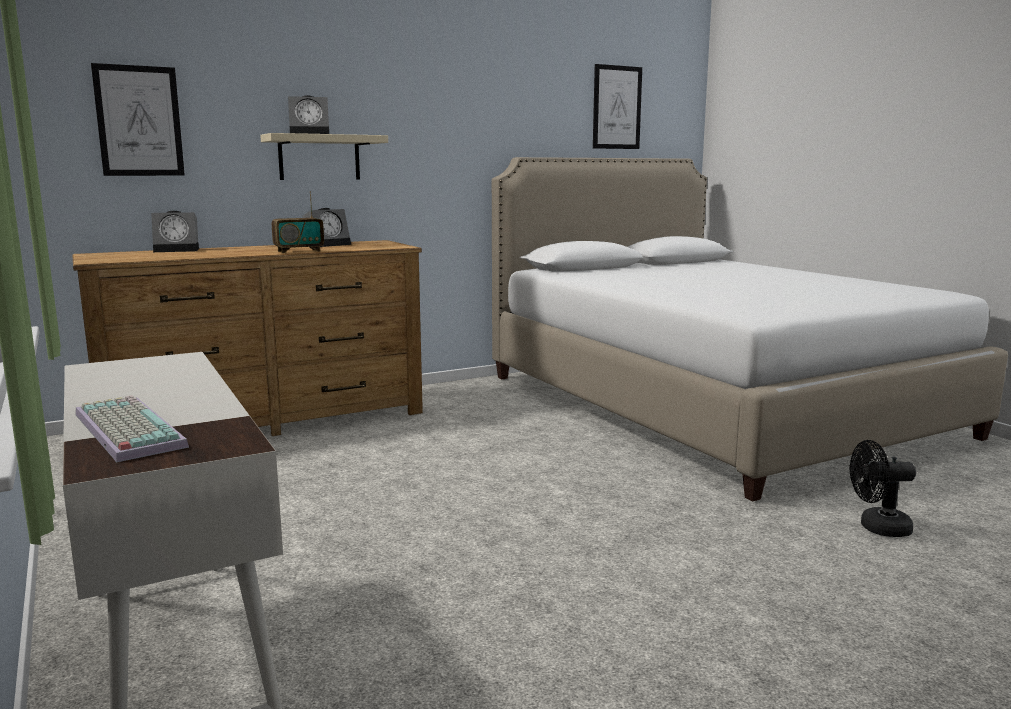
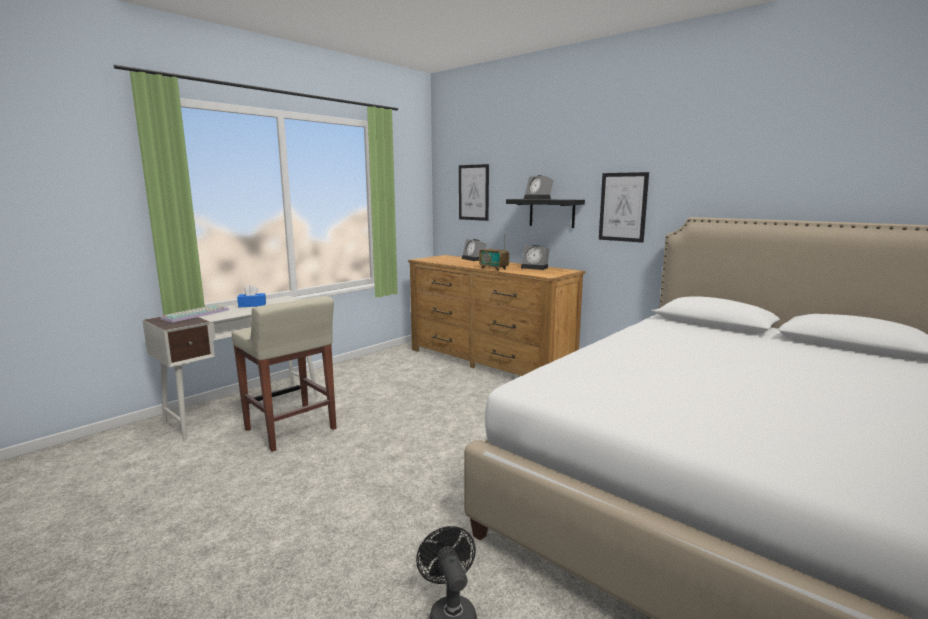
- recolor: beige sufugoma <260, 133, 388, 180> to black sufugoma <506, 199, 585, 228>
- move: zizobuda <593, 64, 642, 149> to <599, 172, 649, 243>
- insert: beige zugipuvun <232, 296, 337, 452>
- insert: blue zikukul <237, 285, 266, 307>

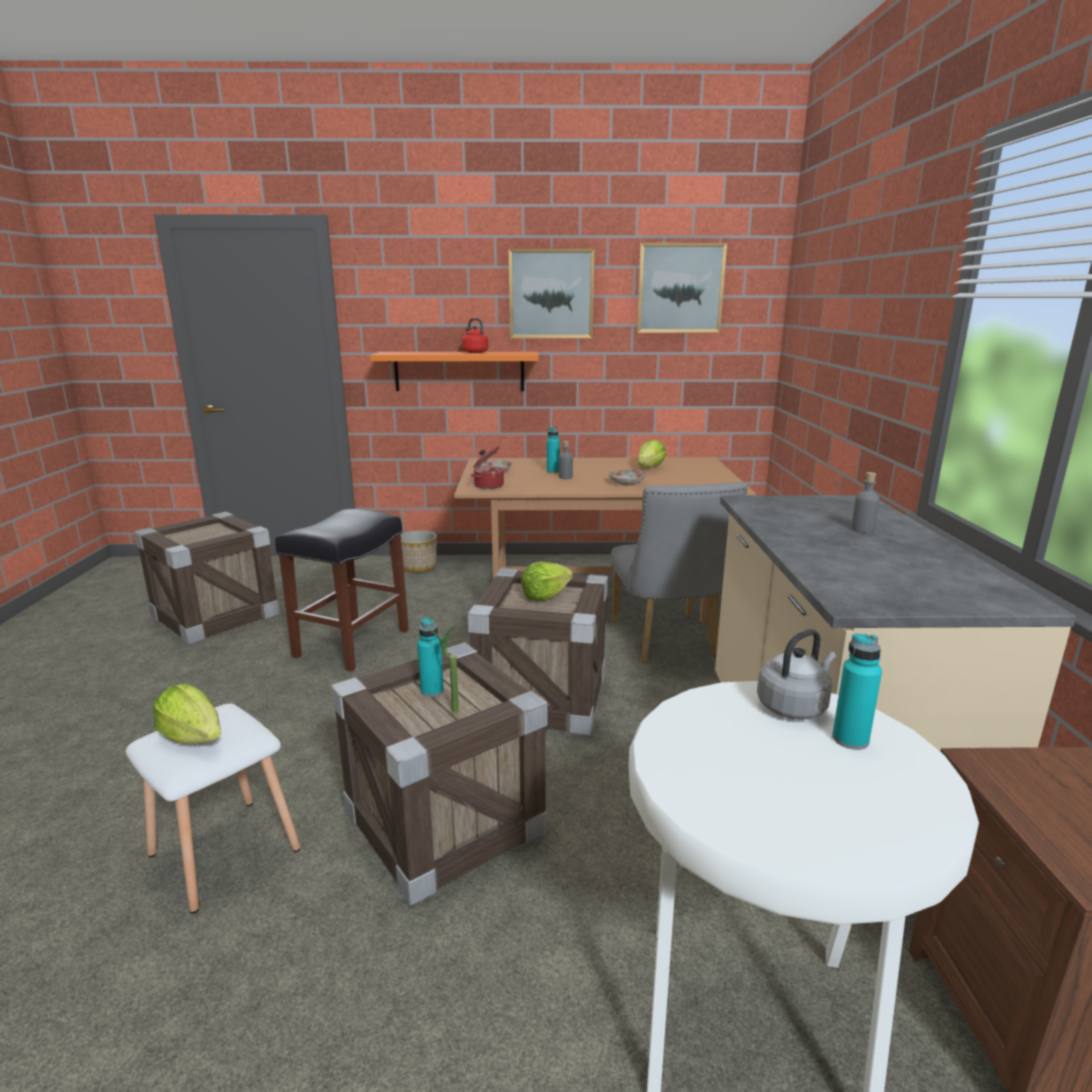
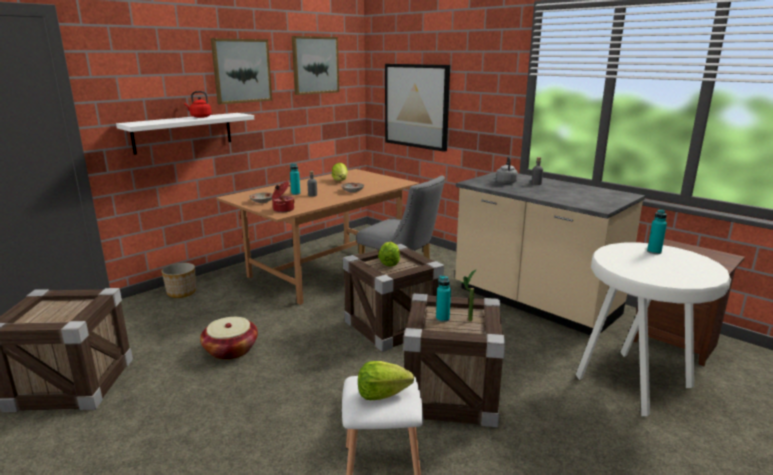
- replace: black zugipuvun <275, 509, 409, 672> to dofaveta <200, 317, 258, 360>
- recolor: orange sufugoma <370, 352, 538, 391> to white sufugoma <116, 113, 254, 155>
- move: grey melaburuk <757, 629, 836, 720> to <496, 156, 518, 184>
- insert: zizobuda <385, 64, 450, 152>

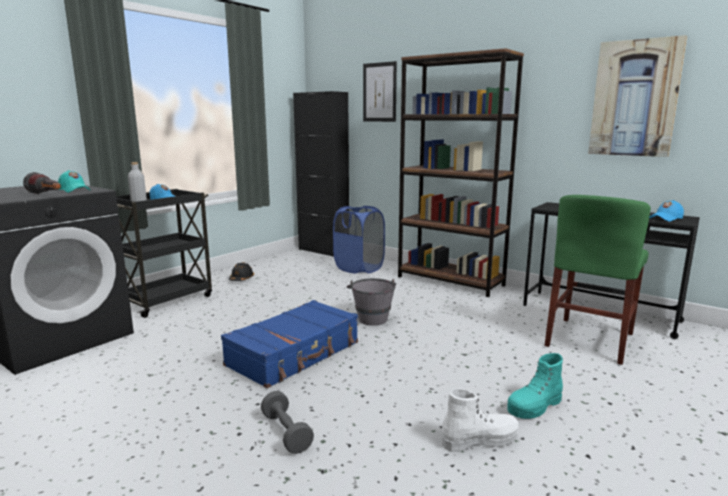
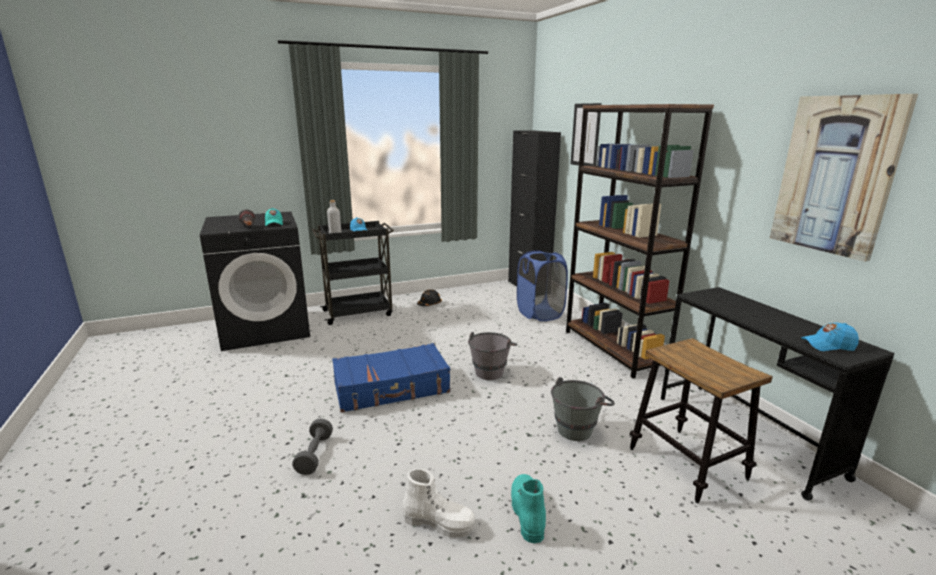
- rotate: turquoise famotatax <507, 353, 563, 419> = <511, 474, 546, 543> 90 degrees clockwise
- replace: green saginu <544, 195, 651, 365> to zugipuvun <630, 338, 773, 503>
- insert: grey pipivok <551, 377, 615, 441>

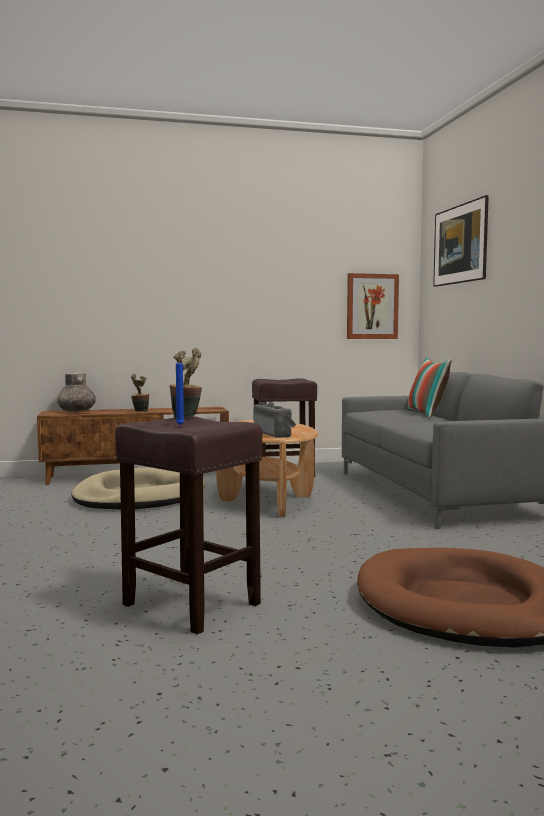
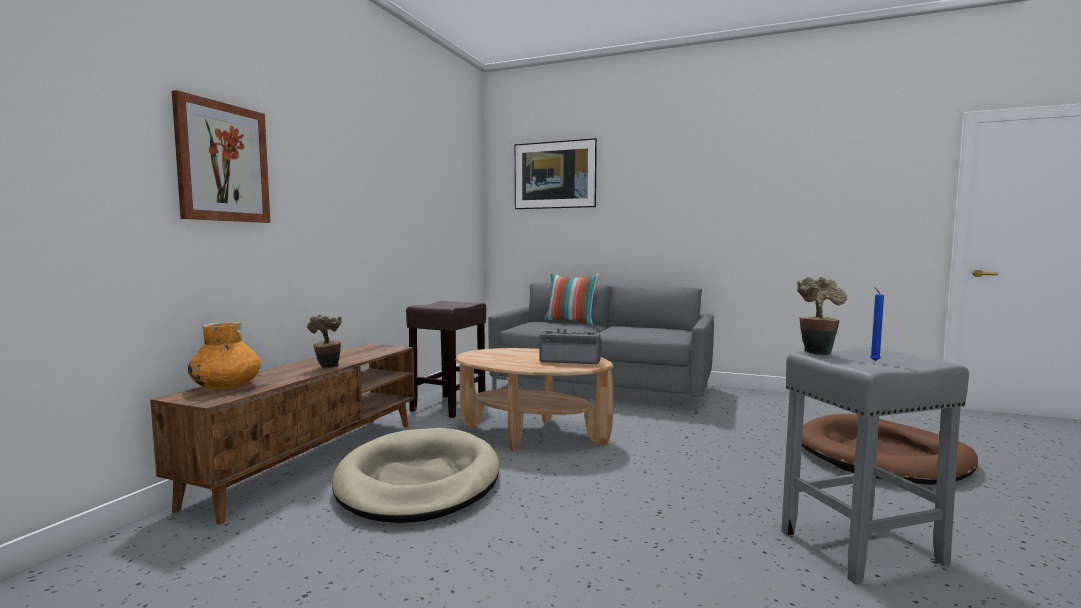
- recolor: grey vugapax <57, 373, 96, 412> to orange vugapax <188, 322, 261, 389>
- recolor: brown zugipuvun <115, 416, 262, 634> to grey zugipuvun <781, 347, 969, 584>
- move: zizobuda <347, 273, 399, 339> to <172, 90, 271, 223>

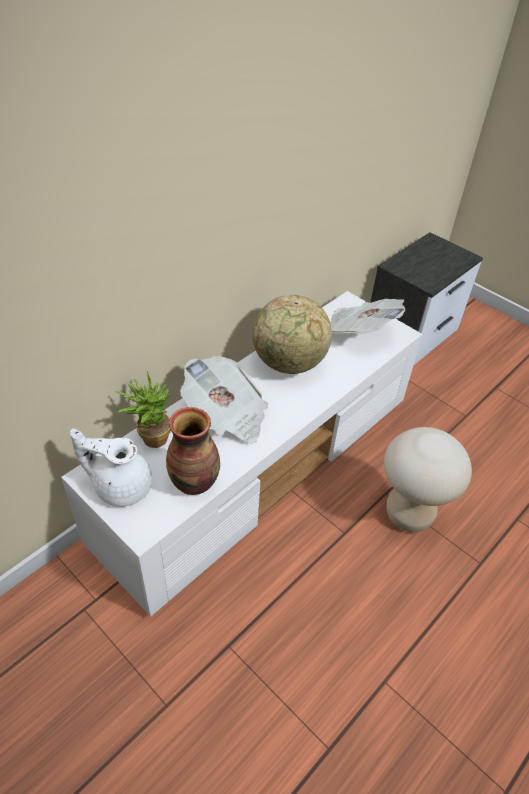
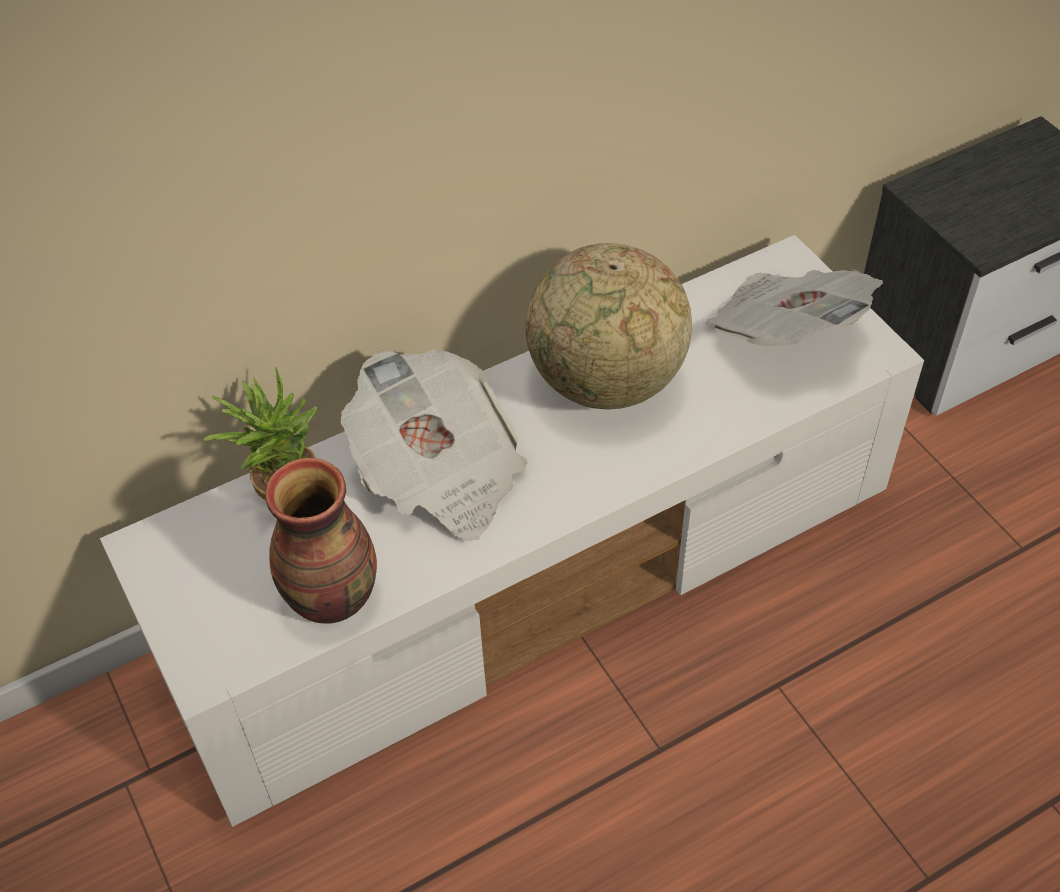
- delete: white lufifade <70, 429, 152, 507>
- delete: beige zugipuvun <384, 427, 472, 532>

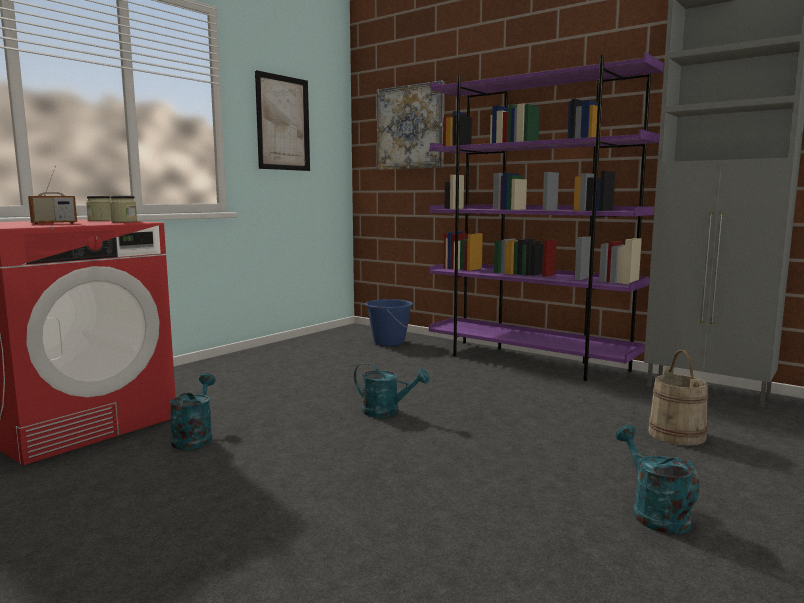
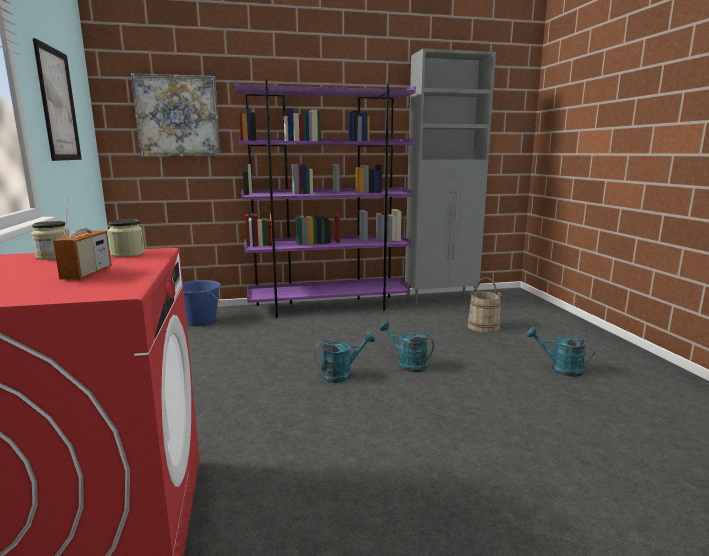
- move: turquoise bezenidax <170, 373, 215, 450> to <379, 321, 434, 372>

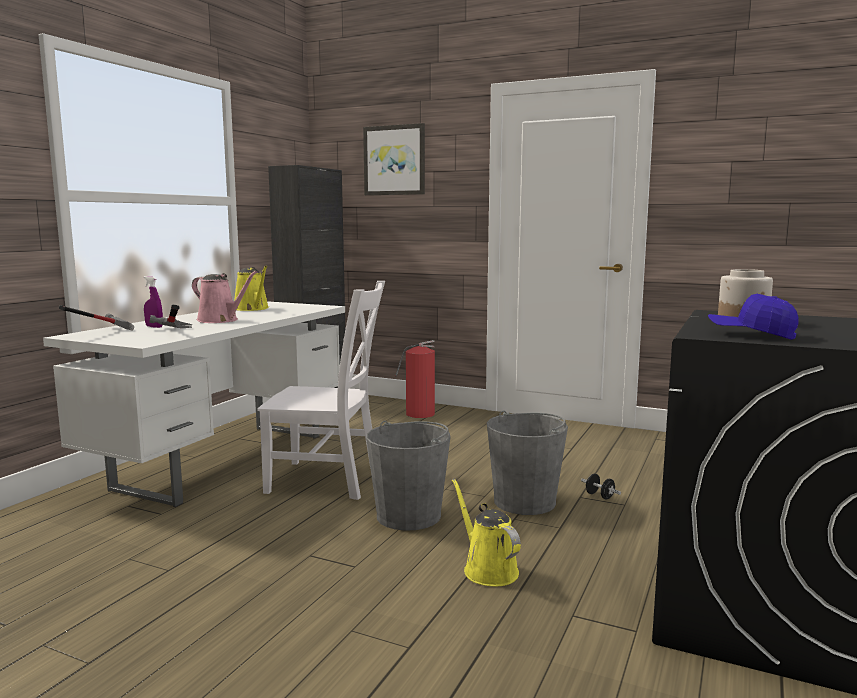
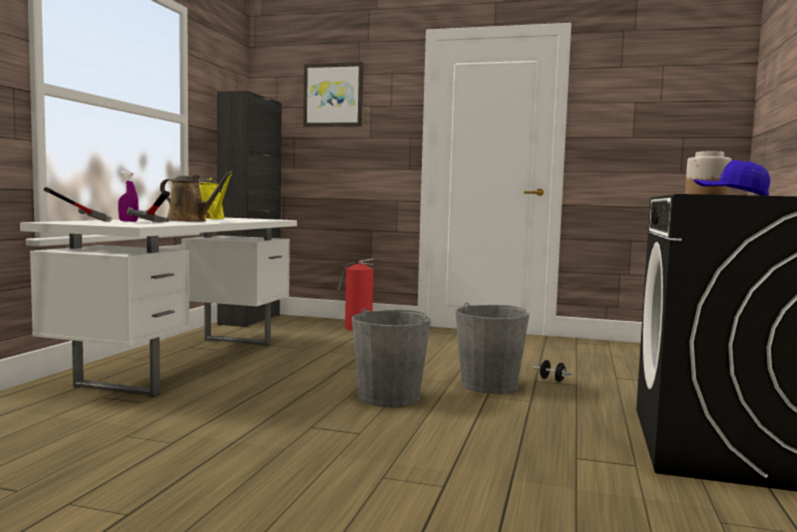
- recolor: pink bezenidax <192, 271, 257, 323> to brown bezenidax <160, 171, 234, 222>
- delete: white saginu <257, 281, 385, 500>
- delete: yellow bezenidax <452, 479, 521, 586>

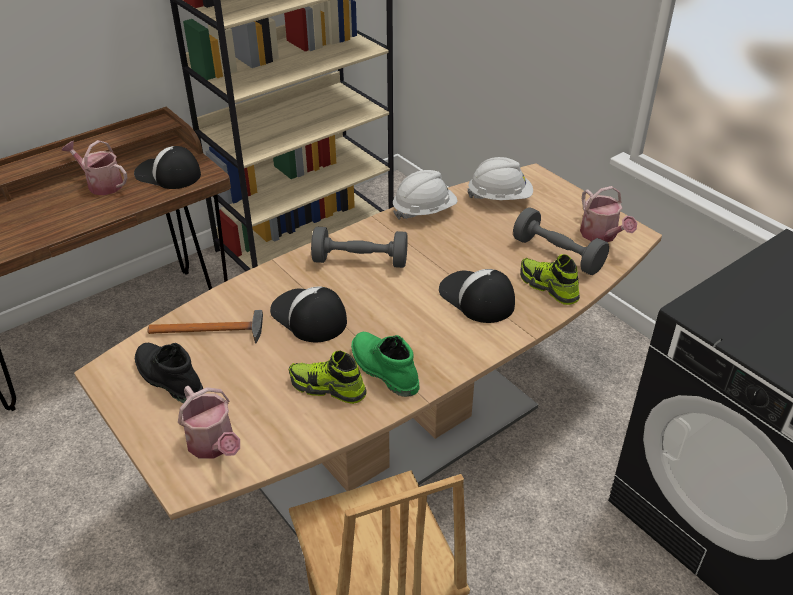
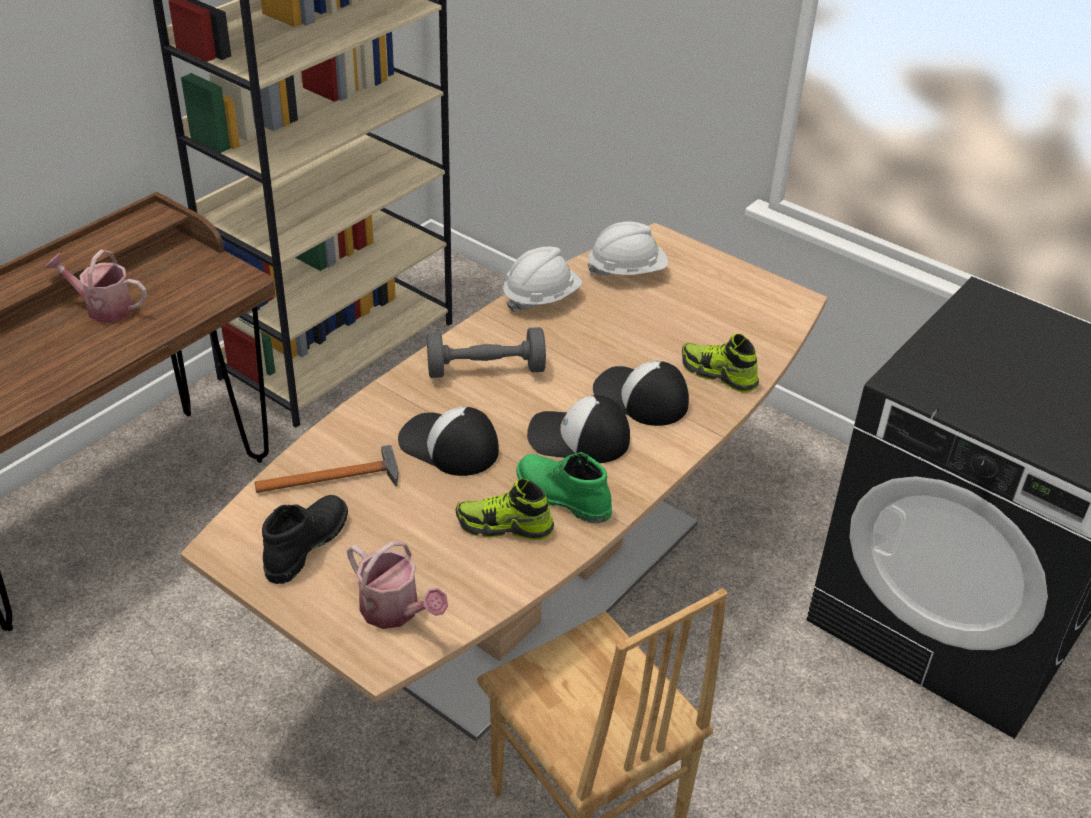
- move: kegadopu <134, 146, 201, 189> to <527, 395, 630, 463>
- rotate: black famotatax <135, 343, 203, 403> = <262, 495, 348, 584> 90 degrees clockwise
- delete: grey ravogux <513, 207, 609, 275>
- delete: bezenidax <580, 186, 637, 242>

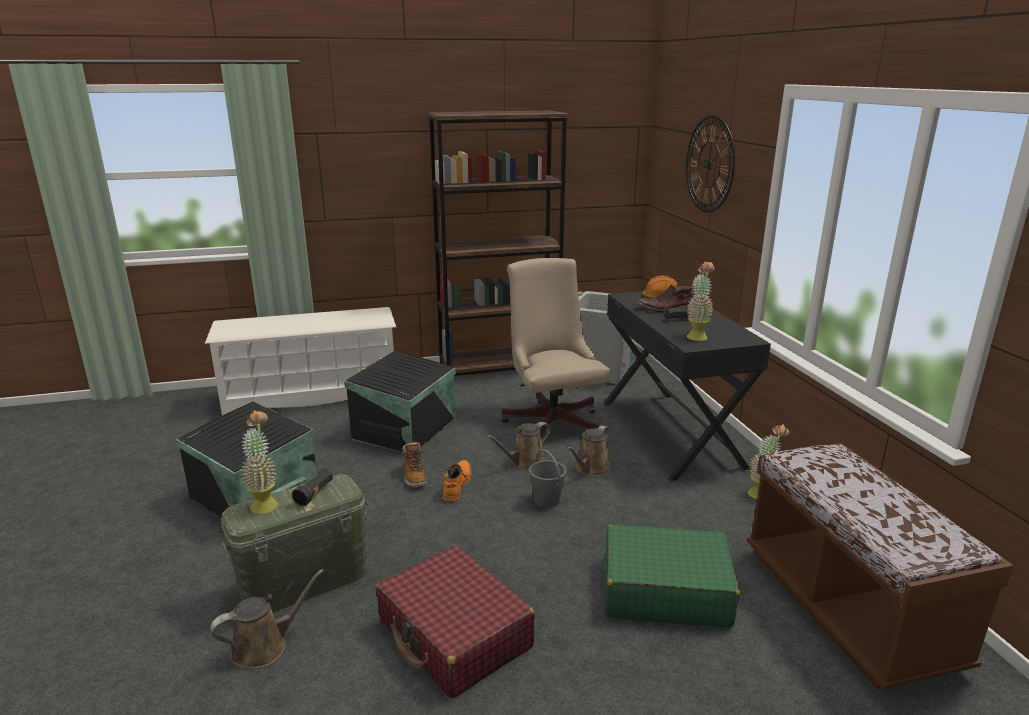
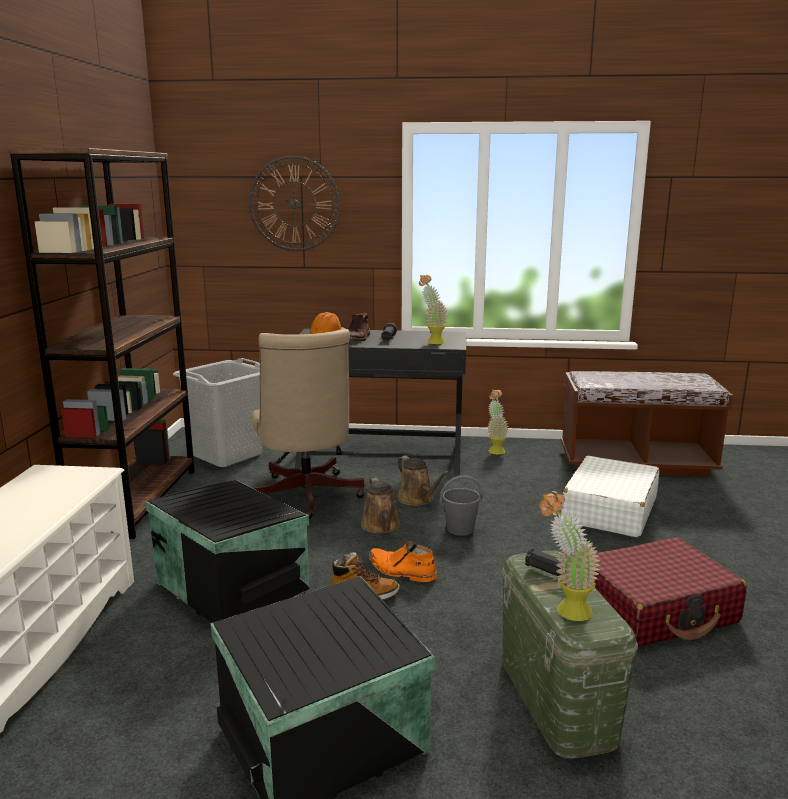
- delete: brown bezenidax <210, 569, 324, 668>
- rotate: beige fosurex <502, 258, 611, 438> = <251, 329, 365, 519> 105 degrees counterclockwise
- recolor: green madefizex <605, 525, 740, 628> to white madefizex <561, 456, 659, 537>

